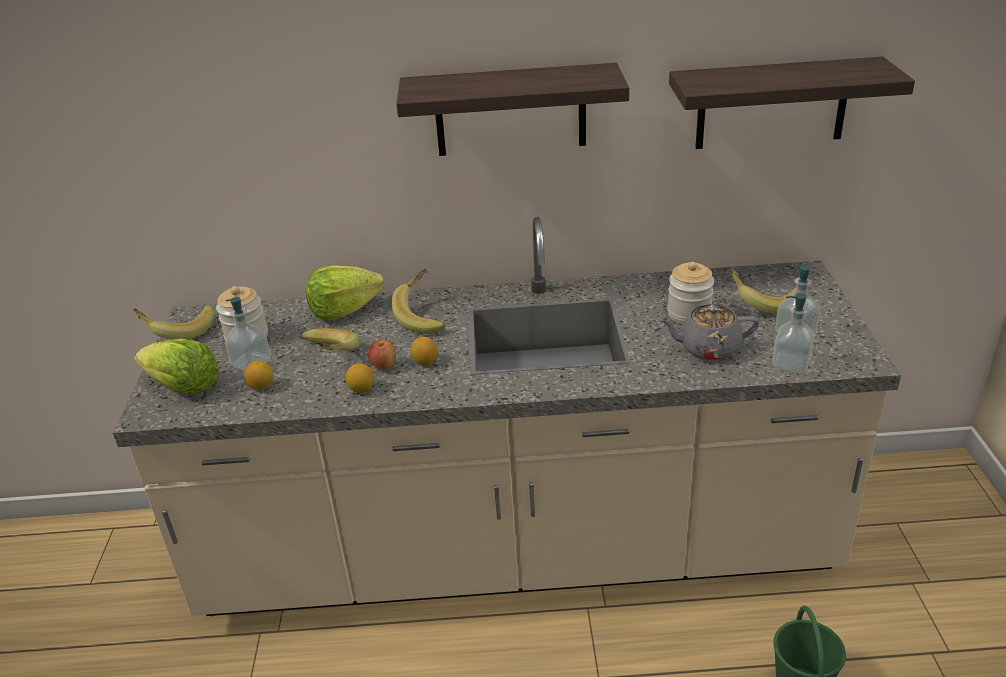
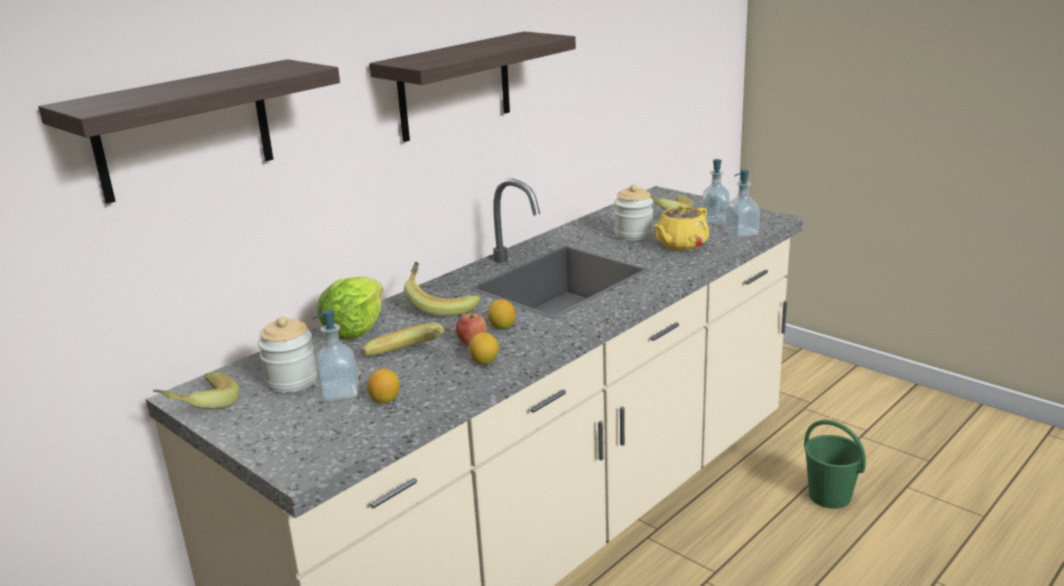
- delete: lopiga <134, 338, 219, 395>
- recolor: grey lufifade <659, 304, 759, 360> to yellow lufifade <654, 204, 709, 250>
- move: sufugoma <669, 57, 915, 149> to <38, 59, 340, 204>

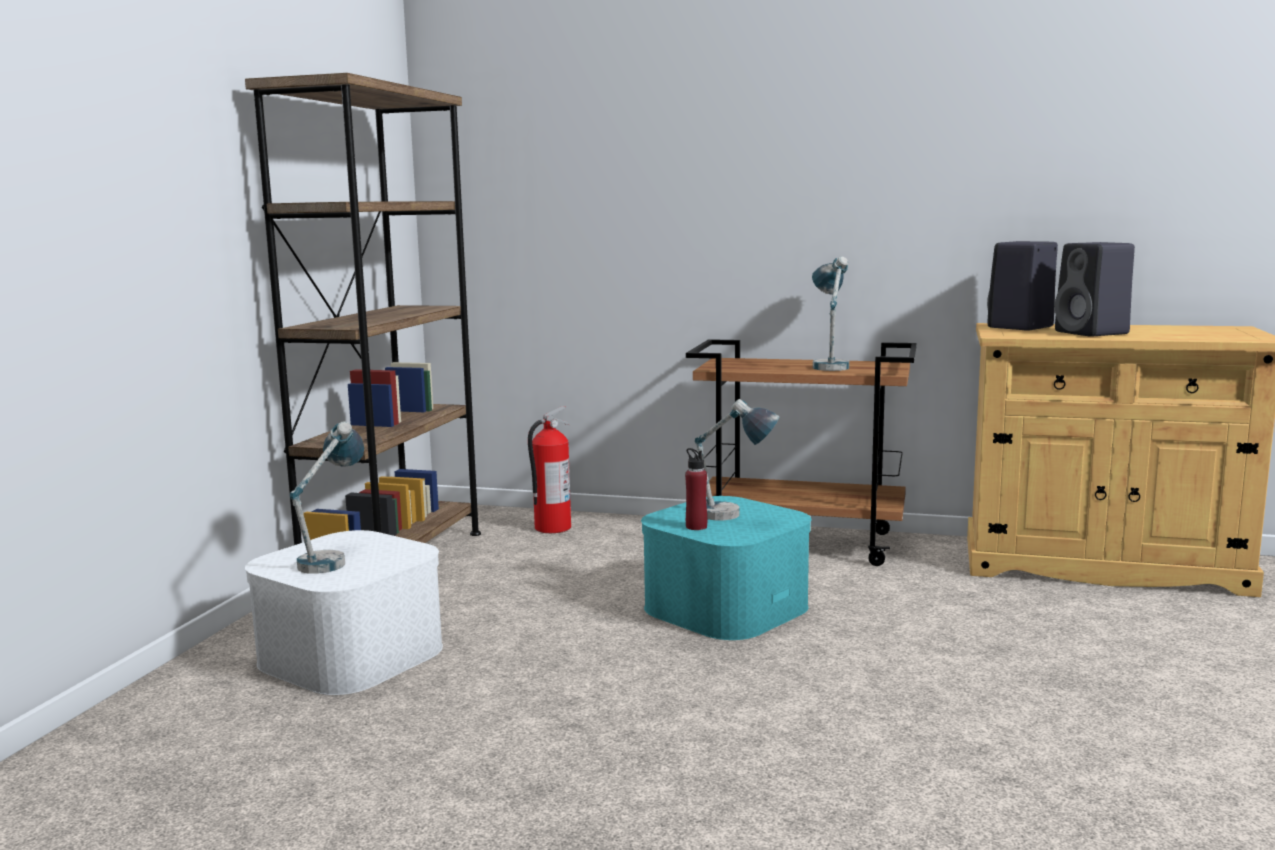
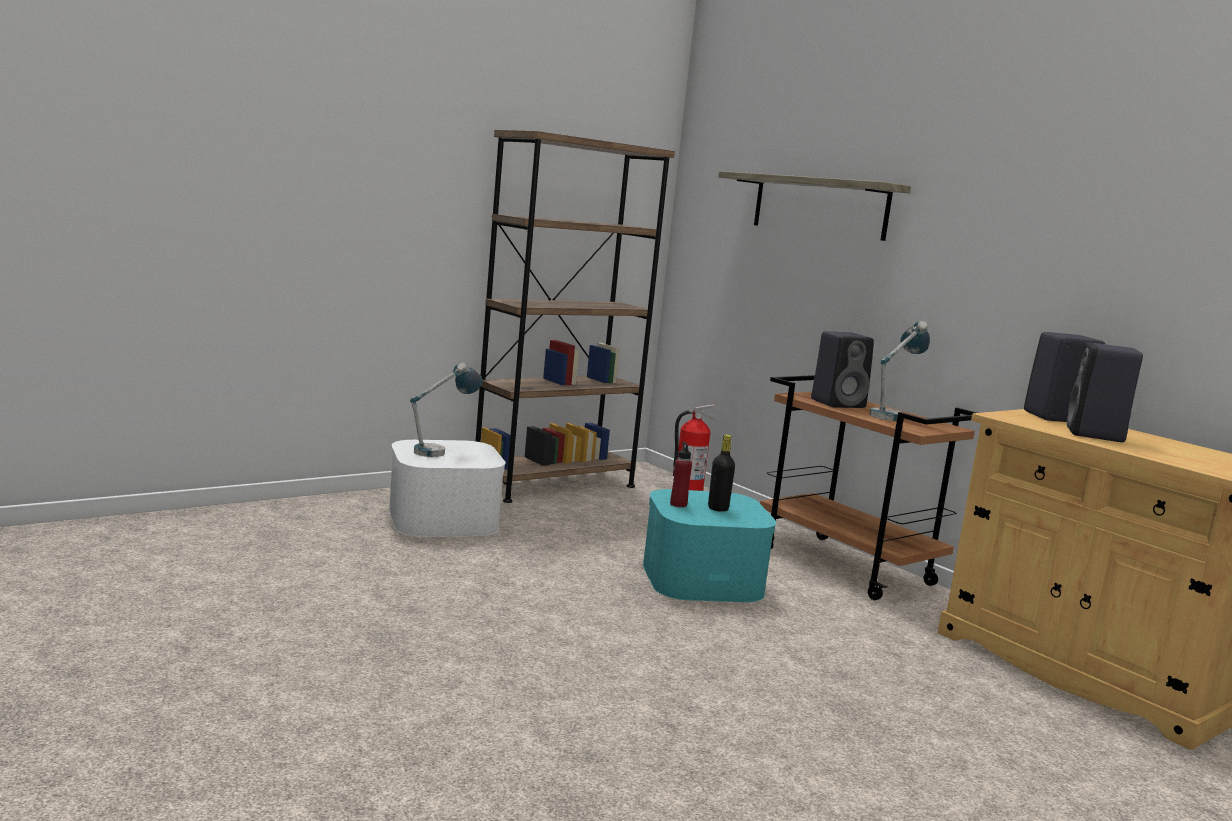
- replace: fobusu <695, 399, 780, 520> to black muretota <708, 434, 735, 512>
- insert: sufugoma <718, 171, 911, 241>
- insert: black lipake <811, 331, 874, 408>

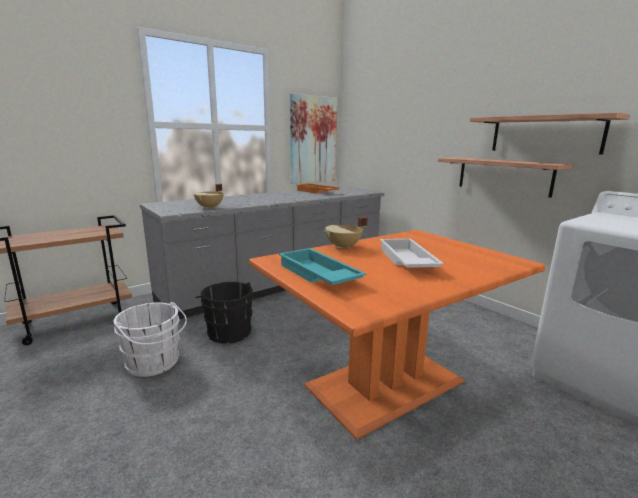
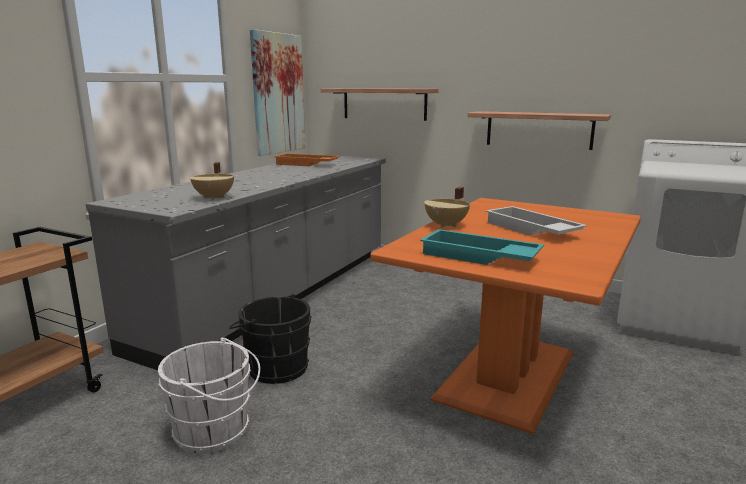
- move: sufugoma <470, 112, 630, 155> to <321, 88, 439, 121>

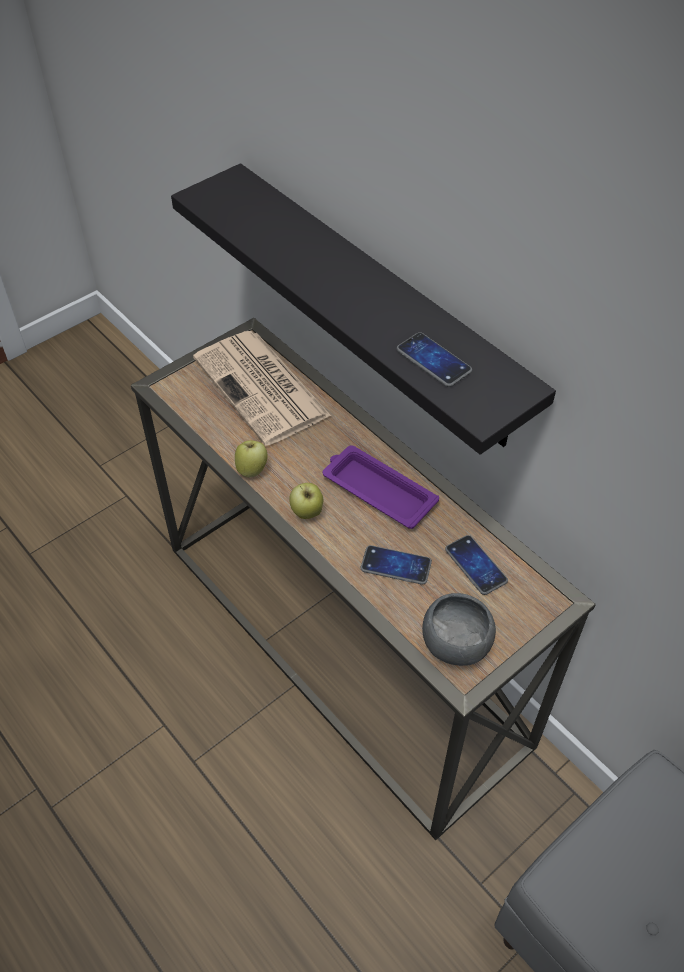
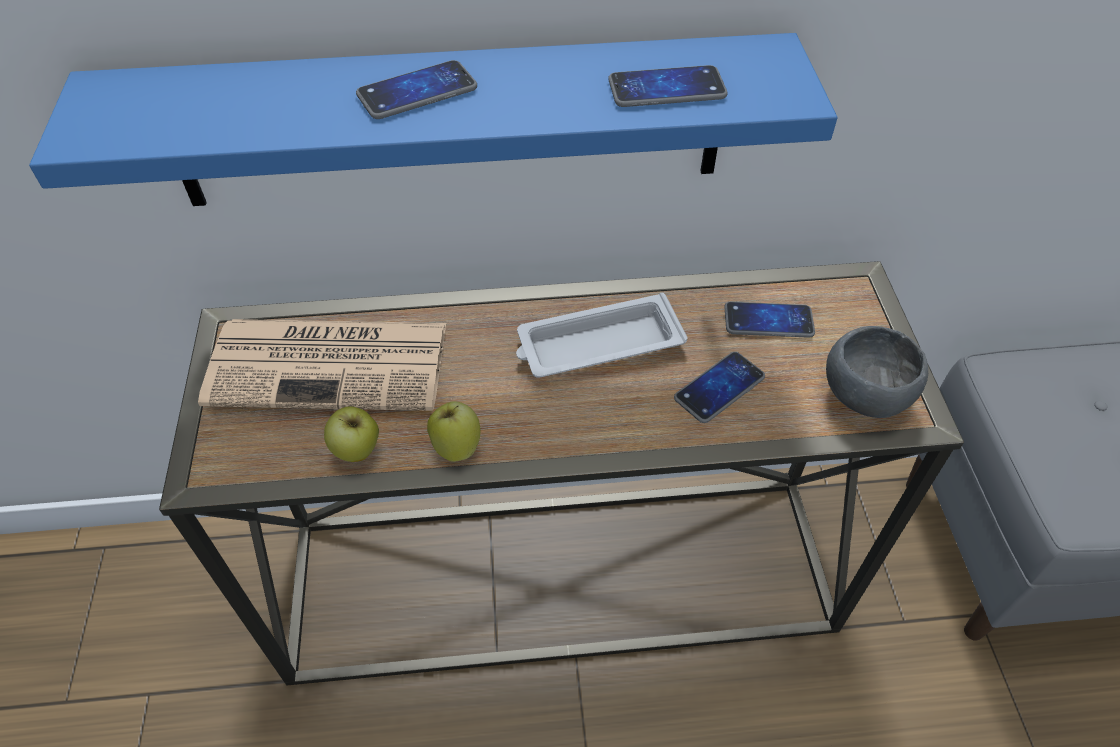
- recolor: black sufugoma <171, 163, 556, 455> to blue sufugoma <29, 33, 837, 206>
- move: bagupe <289, 483, 323, 519> to <324, 406, 379, 462>
- recolor: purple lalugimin <322, 445, 439, 529> to white lalugimin <516, 293, 688, 378>
- insert: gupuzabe <356, 60, 477, 119>

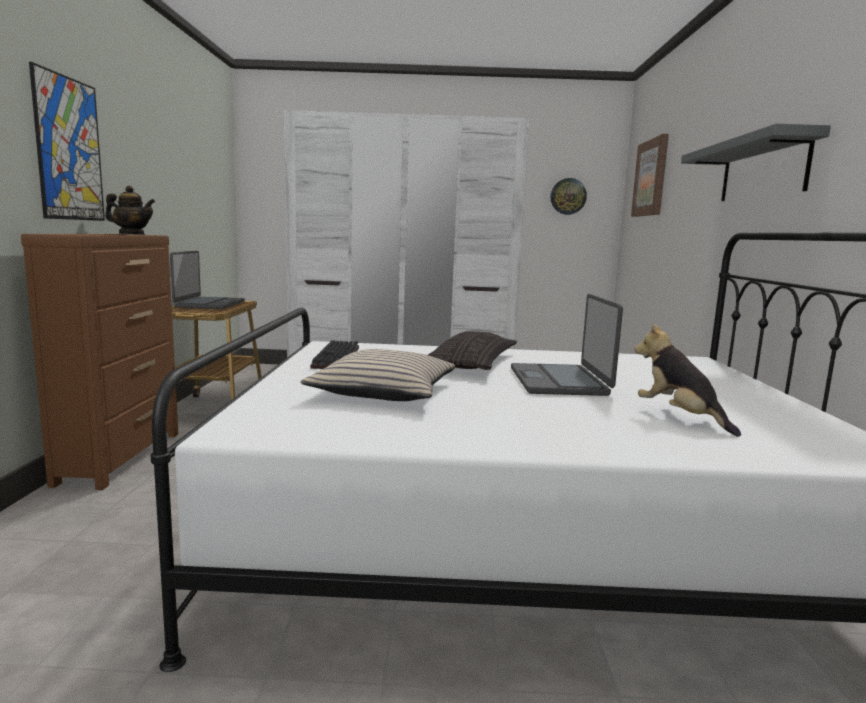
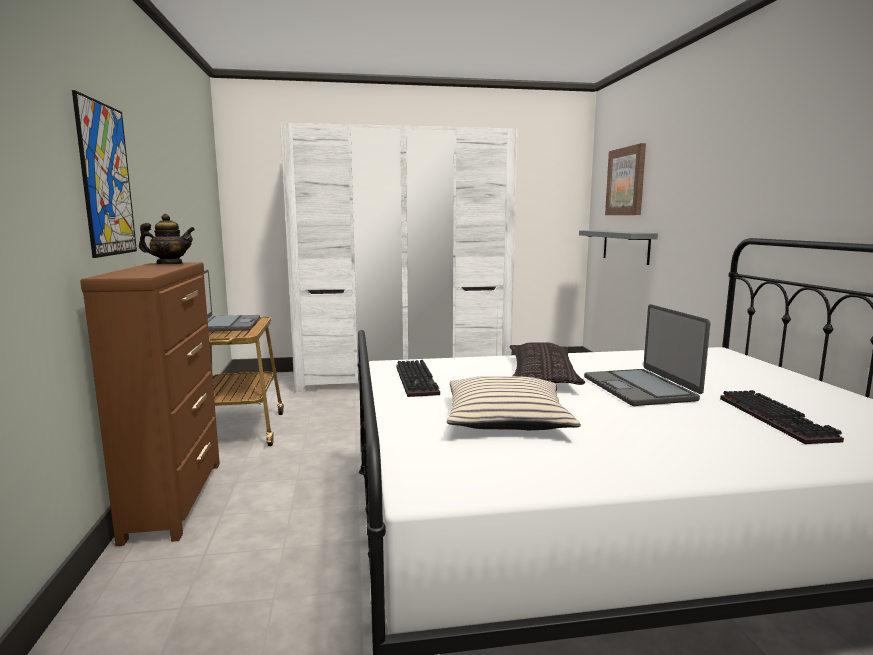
- delete: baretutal <551, 178, 587, 215>
- replace: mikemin <635, 324, 741, 437> to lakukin <720, 390, 844, 444>
- move: grey sufugoma <681, 123, 831, 201> to <579, 230, 658, 265>

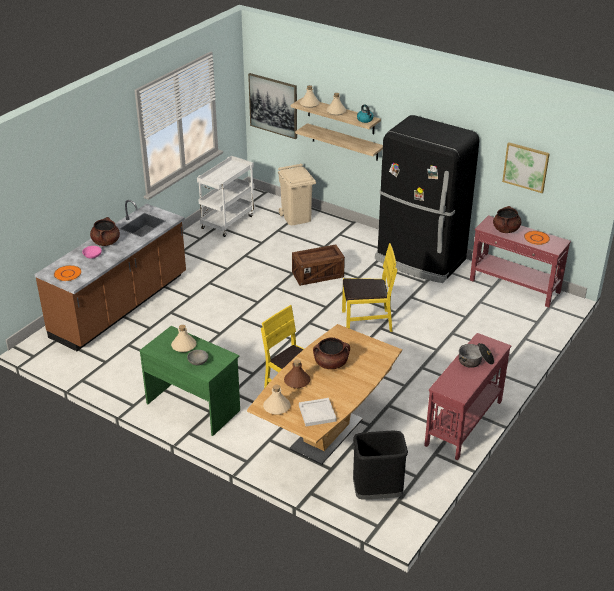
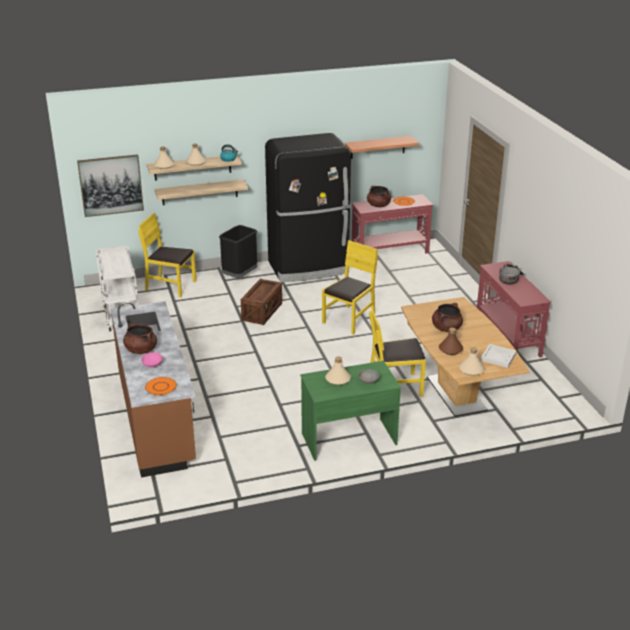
- replace: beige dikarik <278, 164, 316, 225> to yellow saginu <138, 213, 196, 297>
- move: black dikarik <353, 431, 408, 500> to <219, 225, 257, 278>
- replace: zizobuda <502, 142, 550, 193> to sufugoma <345, 136, 419, 159>

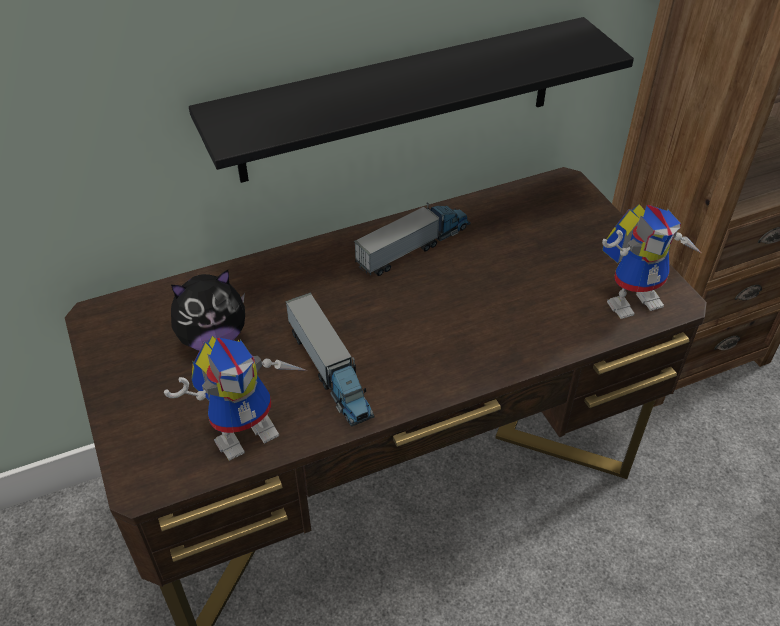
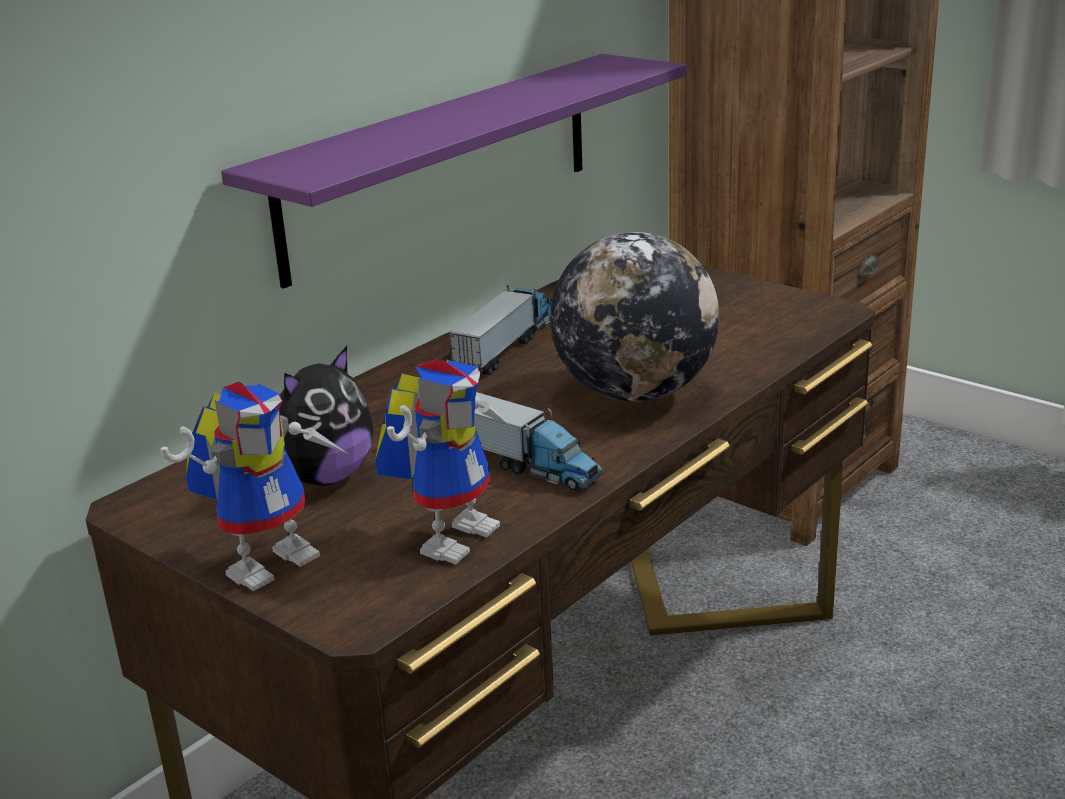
- recolor: black sufugoma <189, 17, 634, 183> to purple sufugoma <221, 54, 687, 289>
- move: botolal <602, 204, 701, 319> to <160, 382, 348, 591>
- insert: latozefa <550, 232, 719, 402>

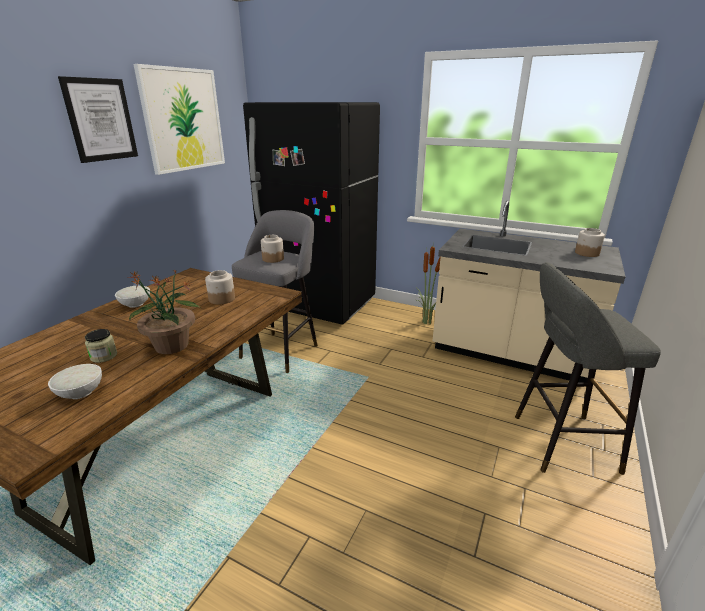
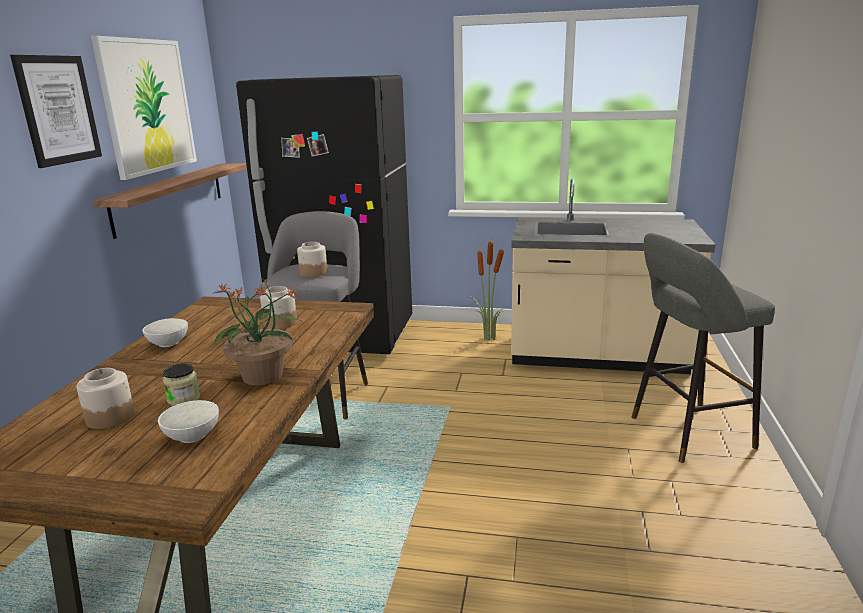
- move: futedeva <575, 228, 605, 257> to <76, 368, 135, 429>
- insert: sufugoma <93, 163, 247, 239>

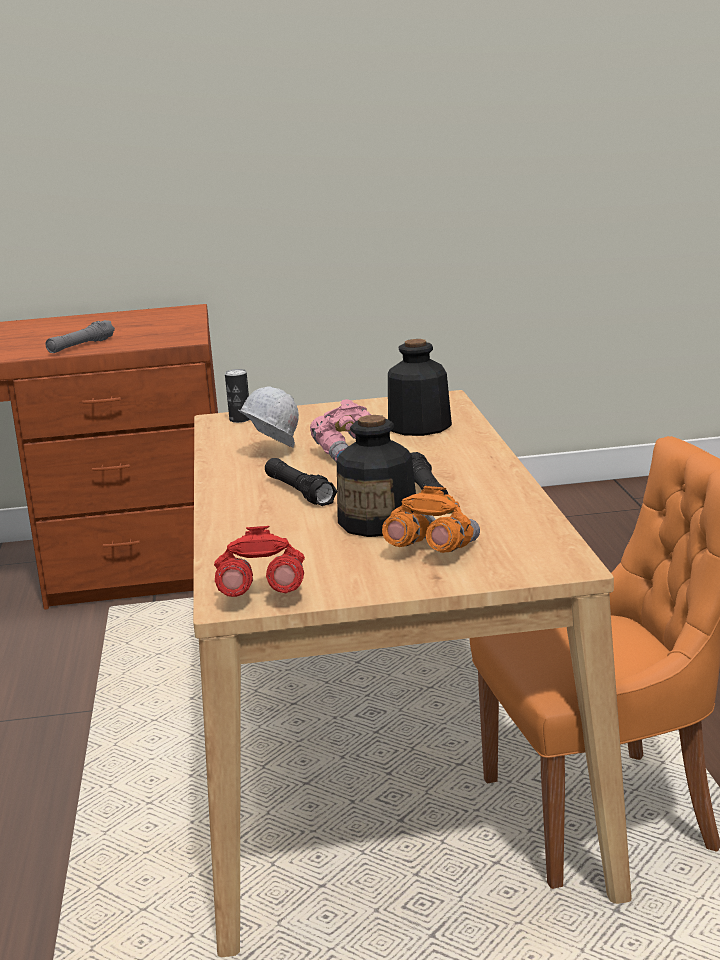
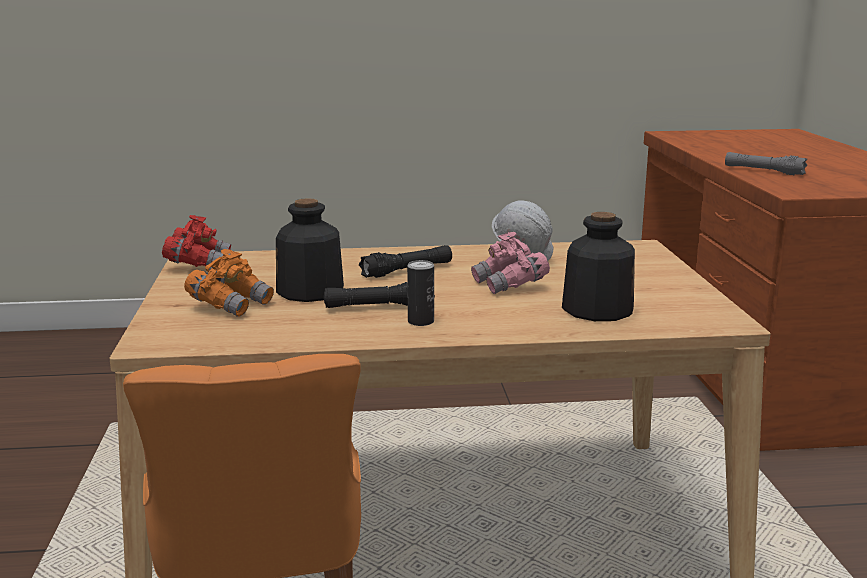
- move: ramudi <225, 369, 250, 423> to <407, 260, 434, 326>

